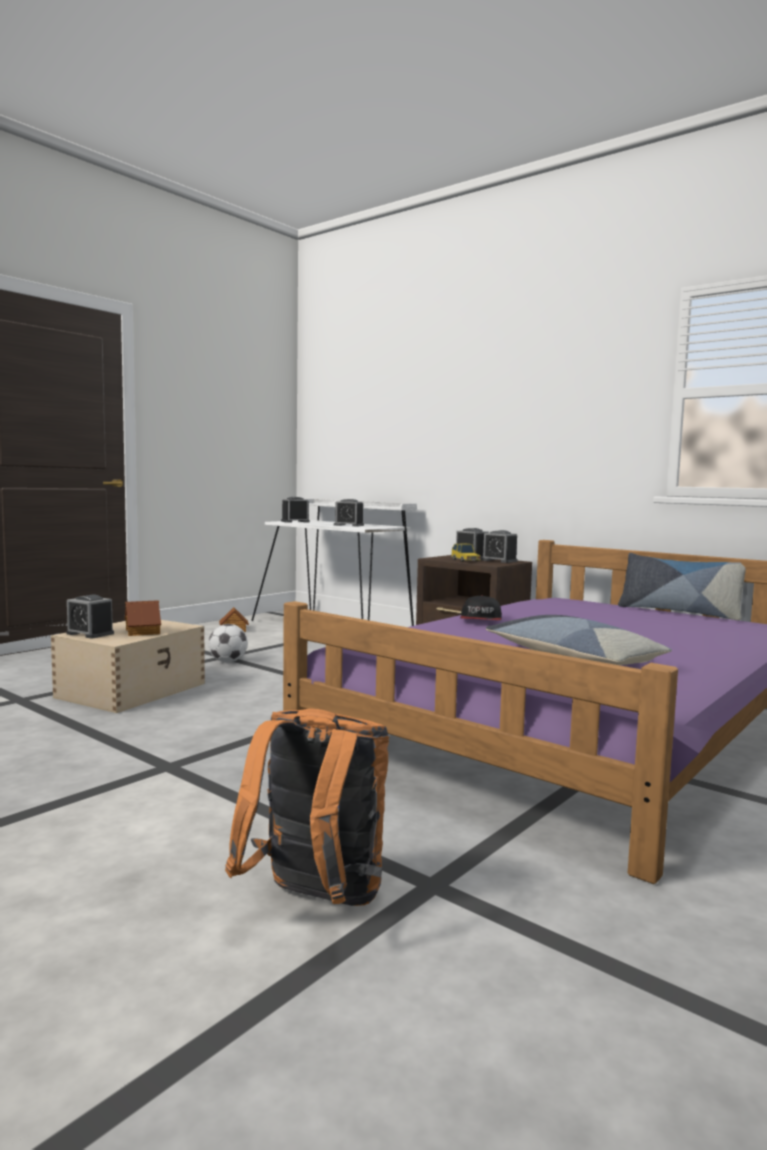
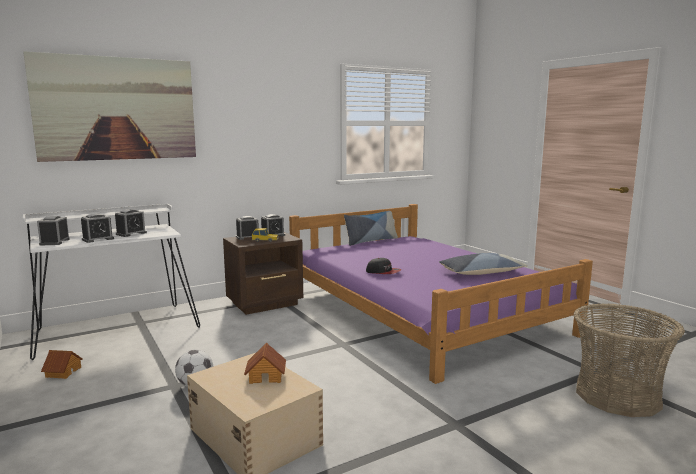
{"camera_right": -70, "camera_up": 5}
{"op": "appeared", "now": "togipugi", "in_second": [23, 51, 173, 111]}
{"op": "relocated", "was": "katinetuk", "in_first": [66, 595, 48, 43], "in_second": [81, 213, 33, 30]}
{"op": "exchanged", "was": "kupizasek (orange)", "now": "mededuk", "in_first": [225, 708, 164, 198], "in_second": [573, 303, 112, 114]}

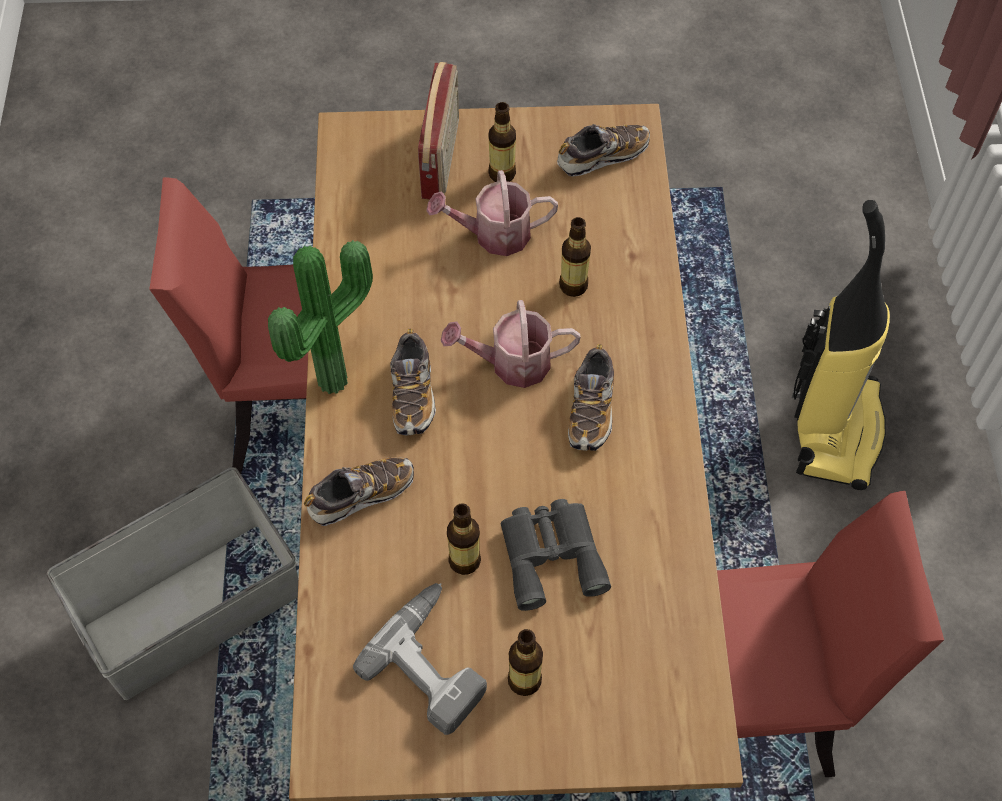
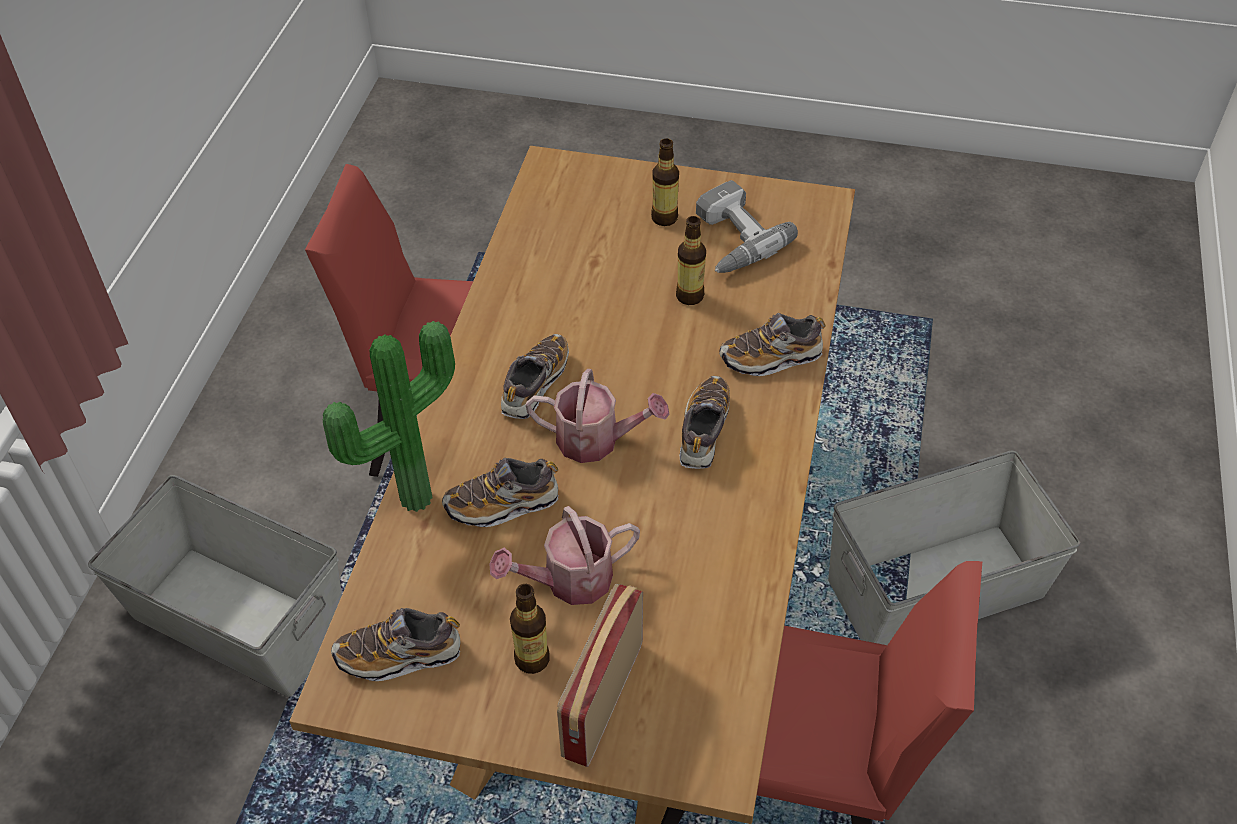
{"camera_right": -165, "camera_up": -10}
{"op": "missing", "was": "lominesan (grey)", "in_first": [501, 499, 110, 112]}
{"op": "relocated", "was": "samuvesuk", "in_first": [268, 240, 105, 154], "in_second": [323, 321, 132, 191]}
{"op": "exchanged", "was": "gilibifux", "now": "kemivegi", "in_first": [559, 217, 32, 80], "in_second": [442, 458, 116, 69]}
{"op": "exchanged", "was": "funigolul", "now": "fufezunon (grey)", "in_first": [792, 200, 98, 290], "in_second": [88, 475, 254, 222]}
{"op": "spun", "was": "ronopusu", "in_first": [426, 170, 132, 86], "in_second": [489, 506, 151, 99], "clockwise": 150}

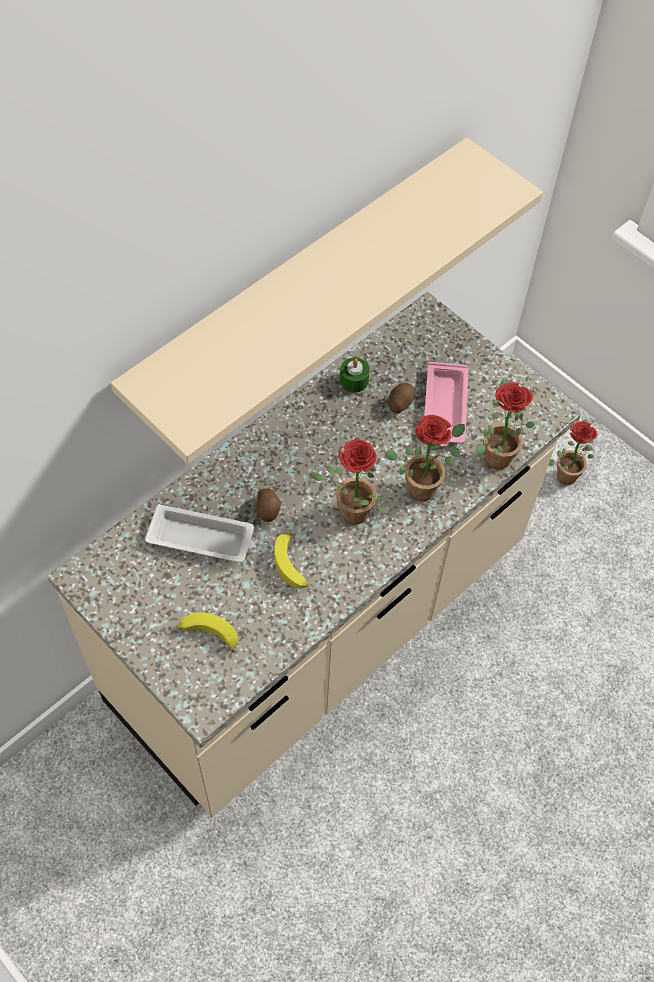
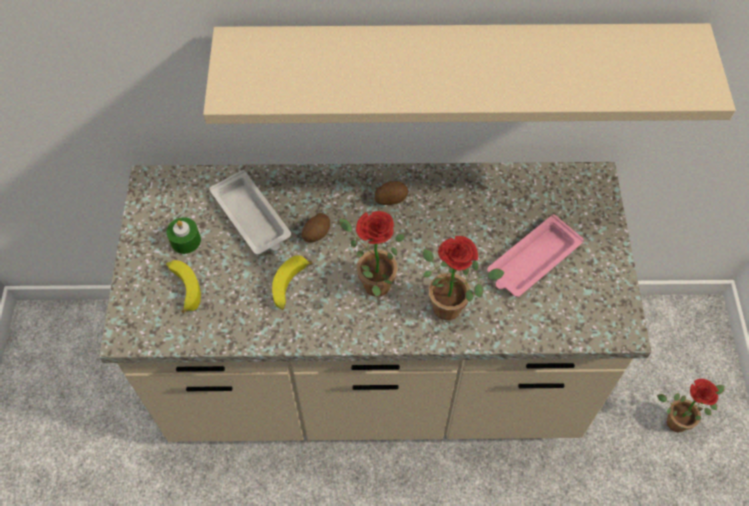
{"camera_right": 45, "camera_up": 0}
{"op": "missing", "was": "samuvesuk", "in_first": [475, 379, 60, 90]}
{"op": "relocated", "was": "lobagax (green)", "in_first": [340, 358, 30, 35], "in_second": [166, 217, 35, 37]}
{"op": "relocated", "was": "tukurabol", "in_first": [388, 383, 27, 30], "in_second": [374, 181, 35, 24]}

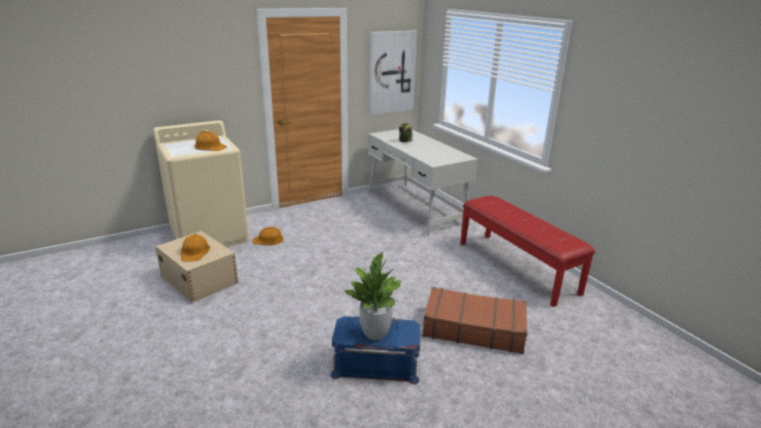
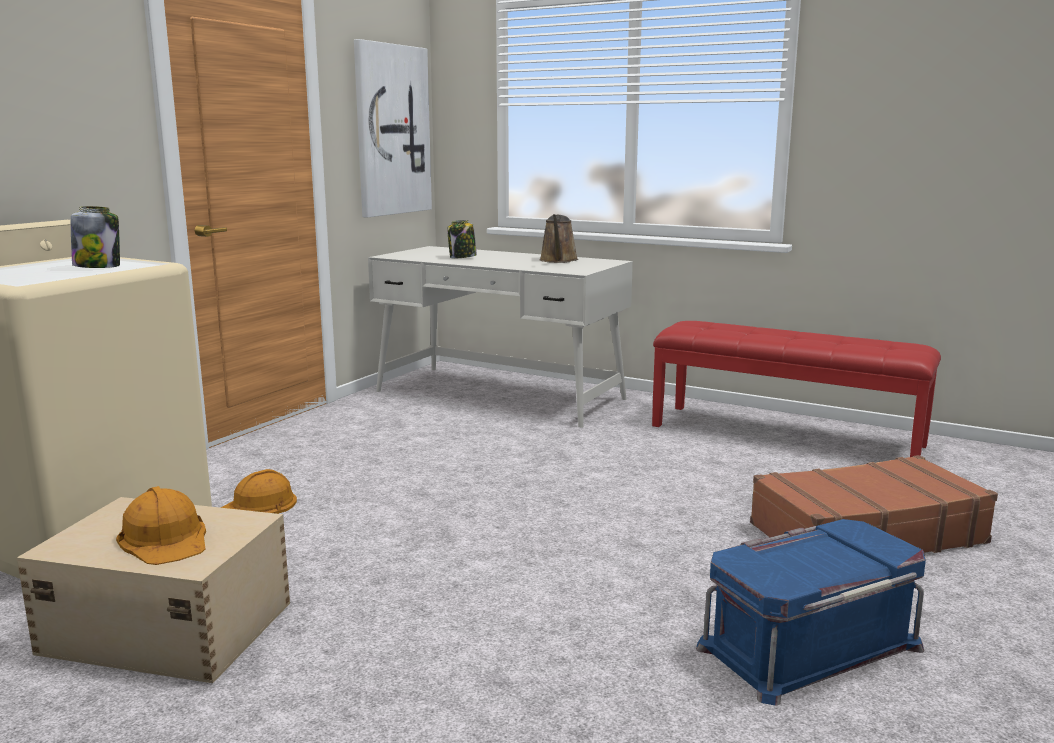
{"camera_right": -30, "camera_up": -10}
{"op": "missing", "was": "samuvesuk", "in_first": [344, 252, 59, 88]}
{"op": "appeared", "now": "ronopusu (brown)", "in_second": [539, 214, 39, 49]}
{"op": "exchanged", "was": "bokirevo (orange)", "now": "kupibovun", "in_first": [194, 131, 33, 20], "in_second": [71, 206, 49, 62]}

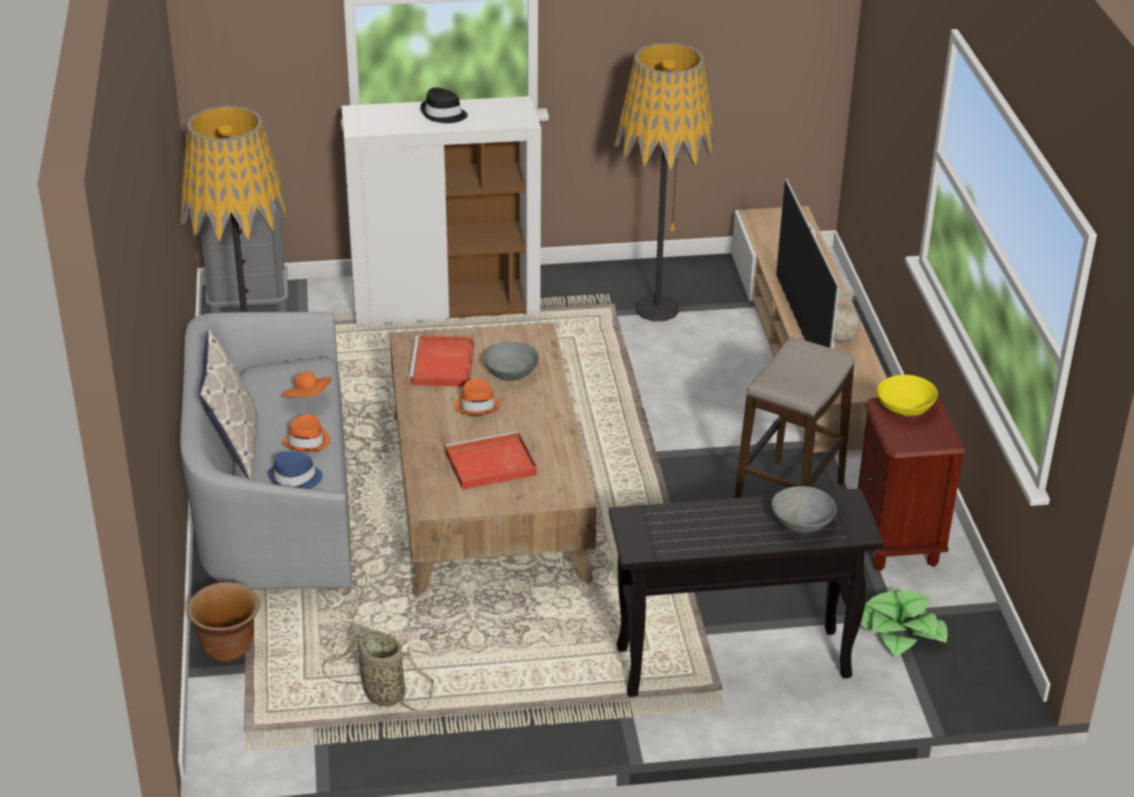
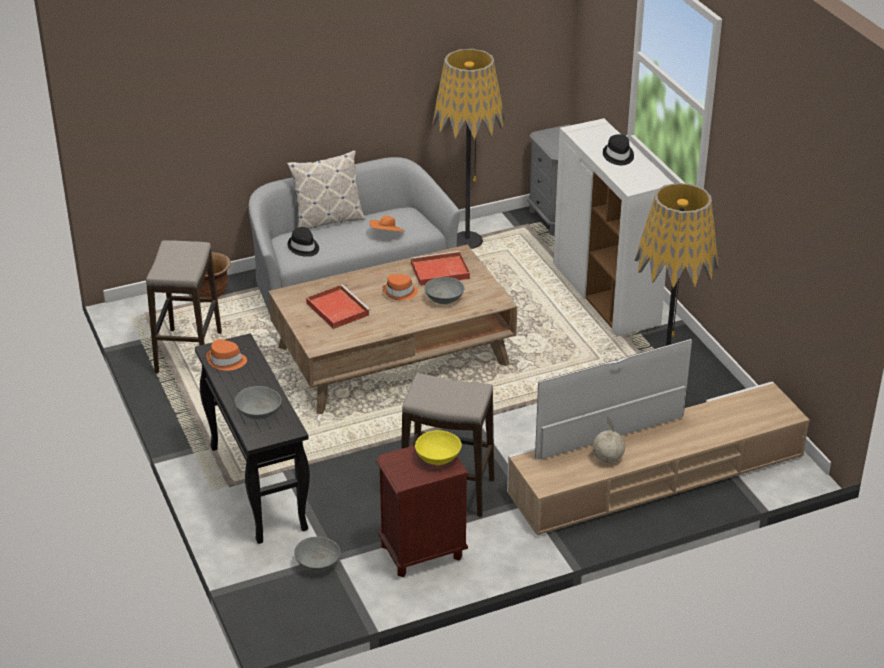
{"camera_right": 75, "camera_up": 0}
{"op": "relocated", "was": "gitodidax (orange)", "in_first": [283, 414, 47, 38], "in_second": [206, 339, 41, 32]}
{"op": "exchanged", "was": "mededuk", "now": "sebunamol", "in_first": [322, 630, 112, 81], "in_second": [146, 240, 76, 133]}
{"op": "exchanged", "was": "samuvesuk", "now": "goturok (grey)", "in_first": [861, 589, 87, 68], "in_second": [294, 536, 47, 36]}
{"op": "colour", "was": "gitodidax (blue)", "now": "gitodidax (black)", "in_first": [268, 451, 55, 38], "in_second": [288, 227, 31, 30]}

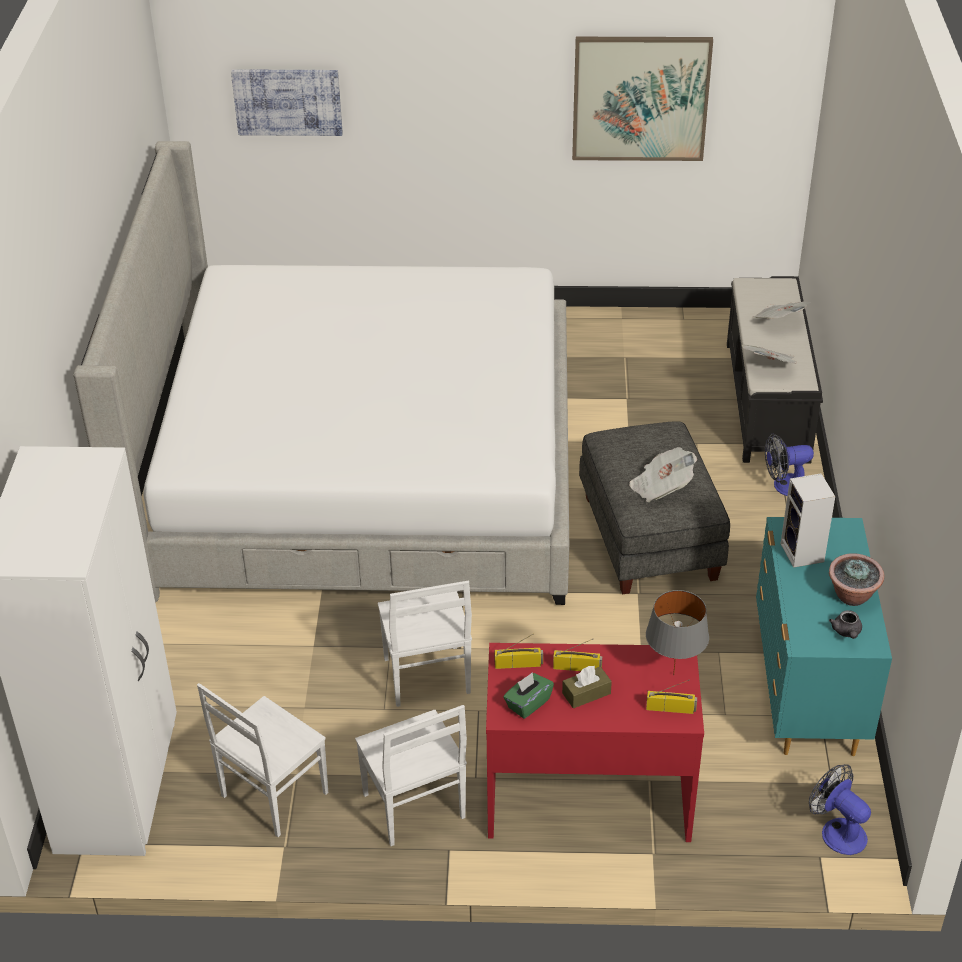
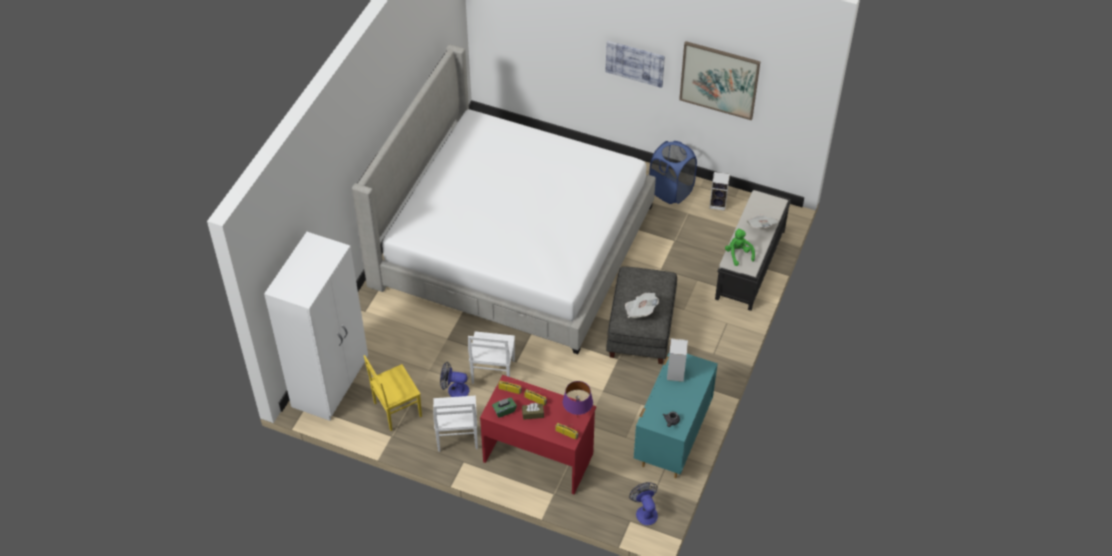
{"camera_right": 20, "camera_up": 10}
{"op": "missing", "was": "samuvesuk", "in_first": [829, 553, 55, 53]}
{"op": "appeared", "now": "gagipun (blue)", "in_second": [649, 141, 48, 63]}
{"op": "appeared", "now": "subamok", "in_second": [709, 172, 21, 39]}
{"op": "relocated", "was": "togipugi", "in_first": [231, 69, 112, 67], "in_second": [606, 41, 59, 47]}
{"op": "relocated", "was": "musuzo", "in_first": [765, 434, 49, 62], "in_second": [440, 362, 29, 35]}
{"op": "exchanged", "was": "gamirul", "now": "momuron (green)", "in_first": [742, 345, 54, 19], "in_second": [725, 228, 30, 38]}
{"op": "colour", "was": "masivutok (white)", "now": "masivutok (yellow)", "in_first": [197, 683, 131, 154], "in_second": [364, 355, 58, 76]}
{"op": "colour", "was": "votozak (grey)", "now": "votozak (purple)", "in_first": [646, 590, 63, 85], "in_second": [563, 381, 30, 37]}

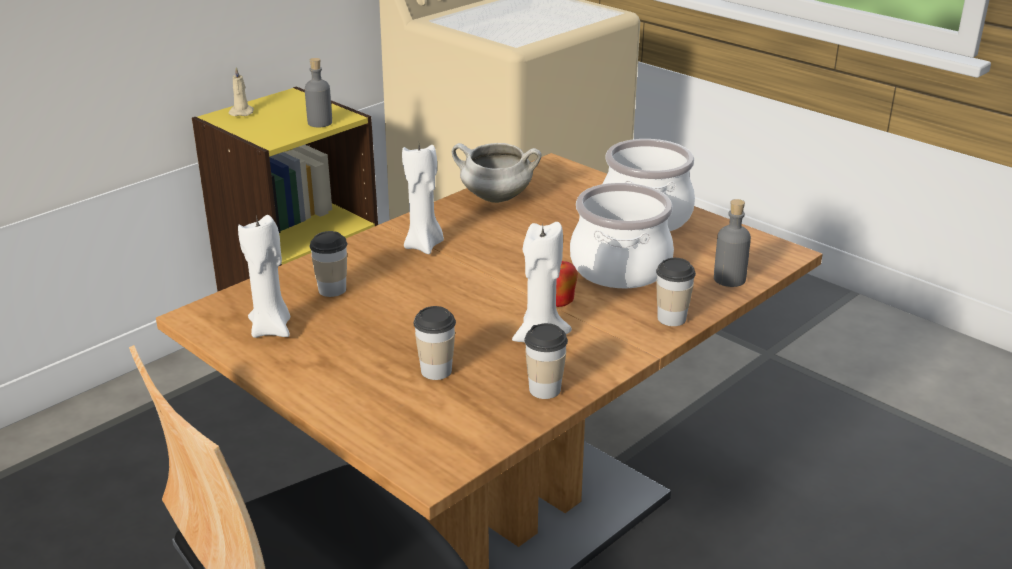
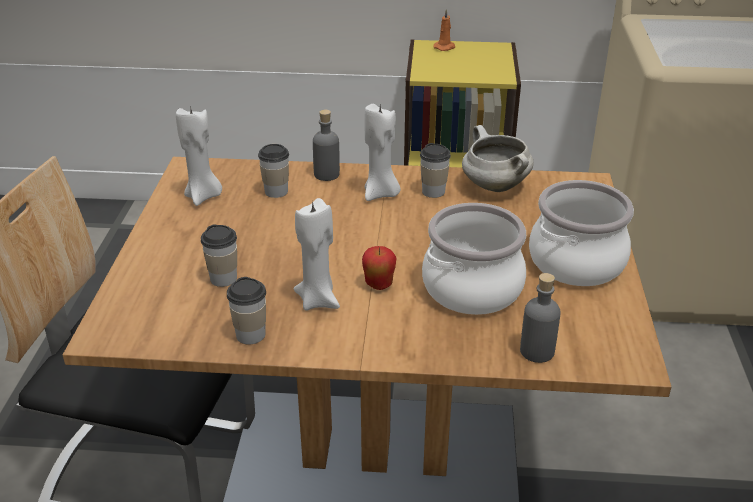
{"camera_right": 50, "camera_up": 5}
{"op": "relocated", "was": "gilibifux (grey)", "in_first": [305, 58, 27, 69], "in_second": [313, 110, 27, 71]}
{"op": "relocated", "was": "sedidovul", "in_first": [656, 258, 40, 68], "in_second": [420, 143, 31, 55]}
{"op": "colour", "was": "lobagax (beige)", "now": "lobagax (orange)", "in_first": [229, 67, 25, 49], "in_second": [433, 9, 22, 42]}

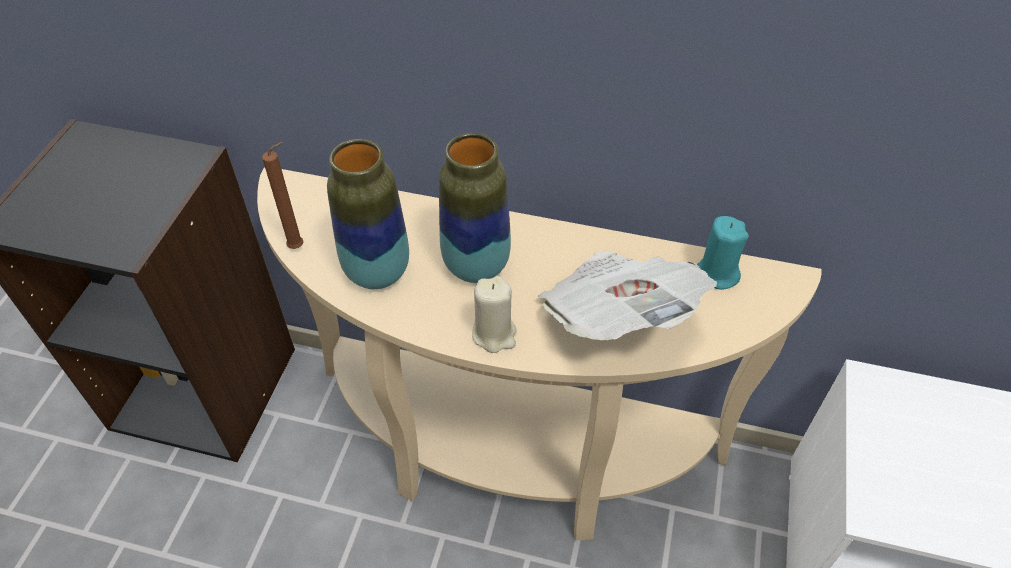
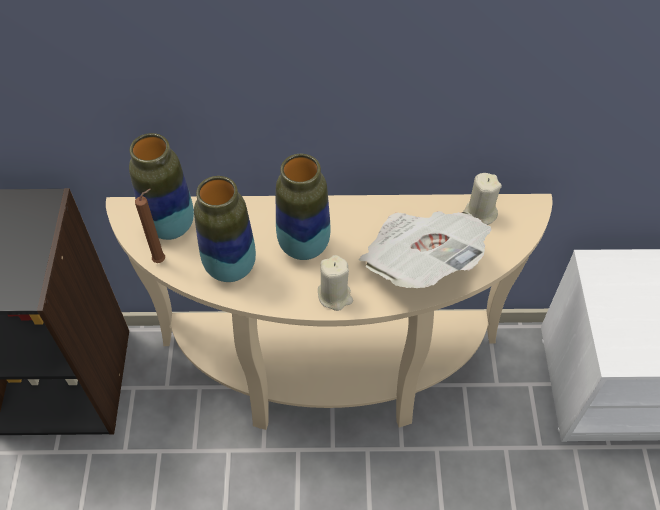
{"camera_right": -15, "camera_up": 5}
{"op": "appeared", "now": "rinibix", "in_second": [129, 133, 65, 107]}
{"op": "colour", "was": "lobagax (turquoise)", "now": "lobagax (beige)", "in_first": [697, 216, 52, 74], "in_second": [463, 173, 39, 52]}

